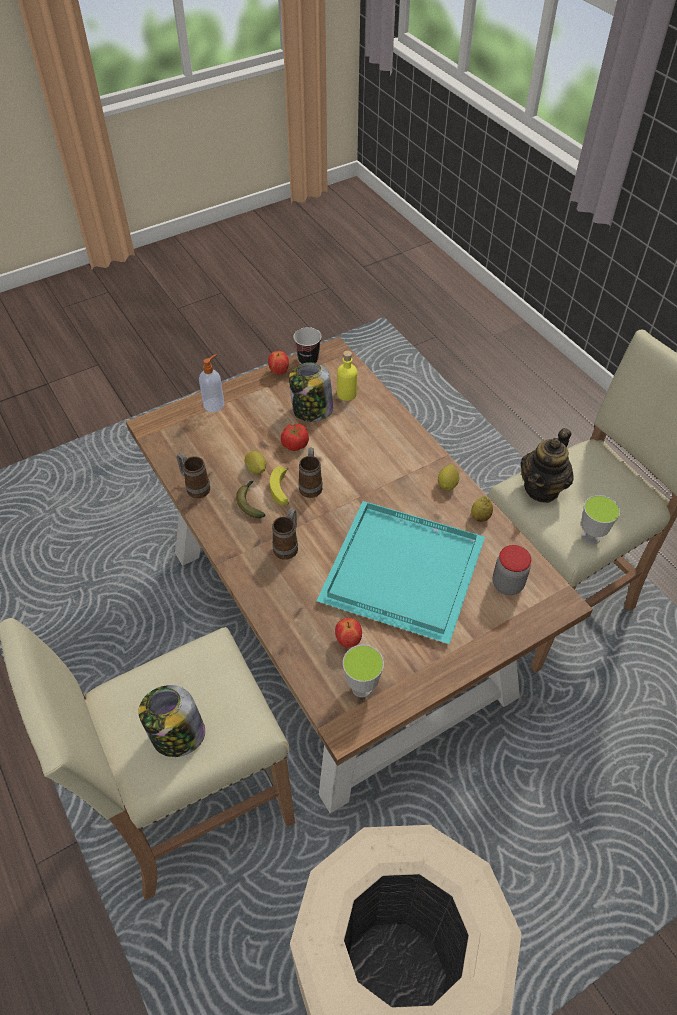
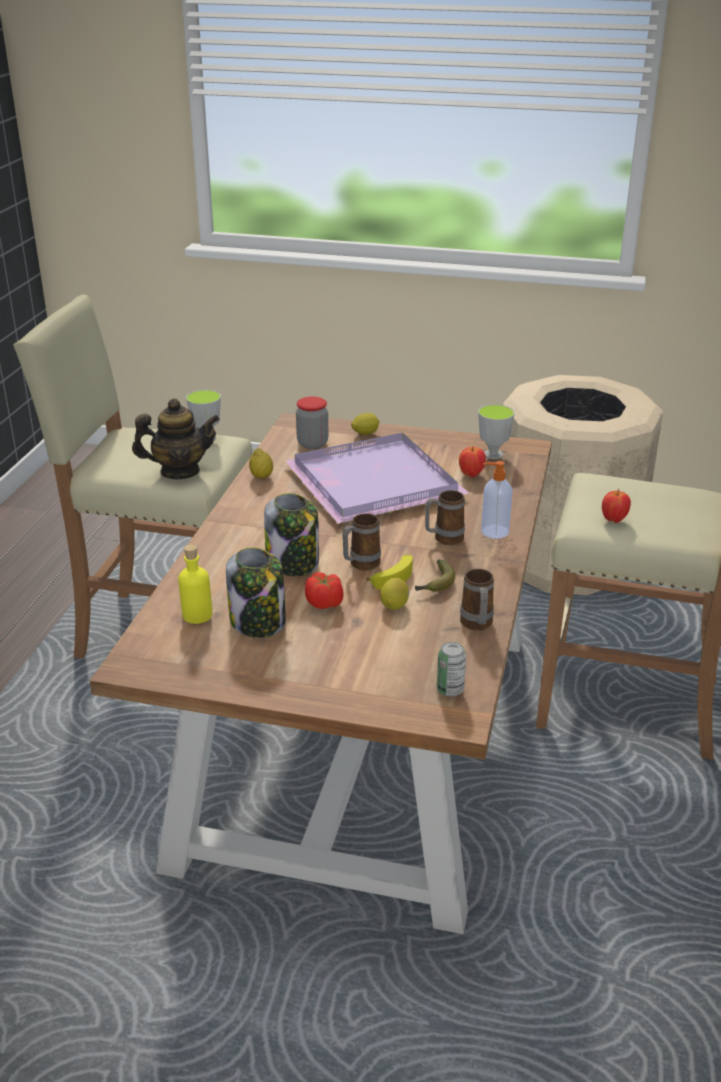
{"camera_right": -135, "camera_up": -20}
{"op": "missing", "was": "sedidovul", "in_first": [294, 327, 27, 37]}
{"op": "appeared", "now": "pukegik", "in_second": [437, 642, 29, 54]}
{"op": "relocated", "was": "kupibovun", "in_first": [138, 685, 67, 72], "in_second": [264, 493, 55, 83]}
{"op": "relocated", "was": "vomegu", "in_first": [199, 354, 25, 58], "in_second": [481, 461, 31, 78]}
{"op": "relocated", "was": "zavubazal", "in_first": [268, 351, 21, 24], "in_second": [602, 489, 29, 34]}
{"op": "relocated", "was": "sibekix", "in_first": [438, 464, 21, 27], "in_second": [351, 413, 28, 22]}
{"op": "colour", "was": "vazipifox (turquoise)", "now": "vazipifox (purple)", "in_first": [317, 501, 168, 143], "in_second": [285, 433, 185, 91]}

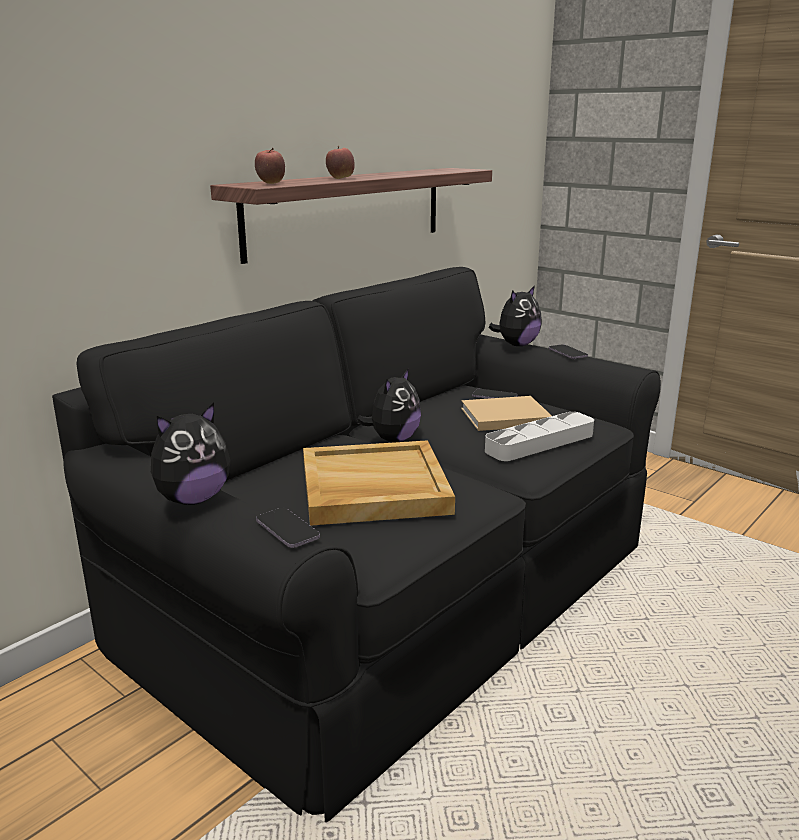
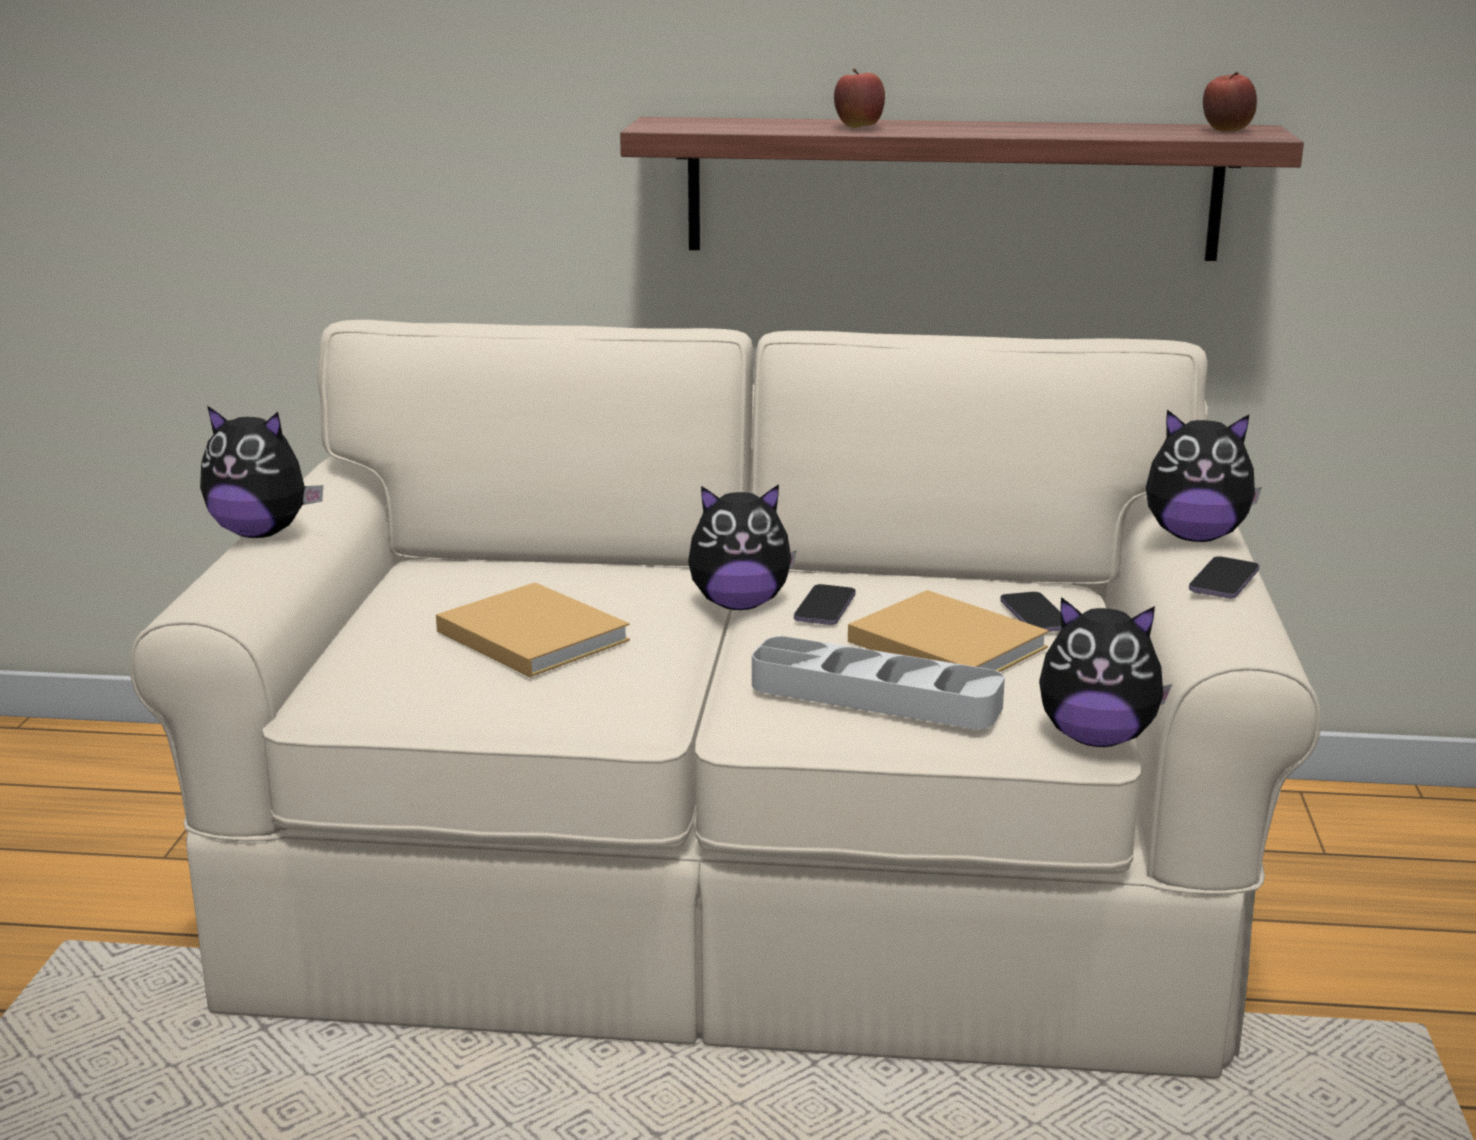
{"camera_right": 55, "camera_up": 0}
{"op": "appeared", "now": "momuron", "in_second": [1039, 597, 133, 150]}
{"op": "relocated", "was": "zavubazal", "in_first": [255, 148, 30, 36], "in_second": [1203, 71, 54, 61]}
{"op": "relocated", "was": "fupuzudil", "in_first": [256, 508, 64, 40], "in_second": [794, 584, 62, 41]}
{"op": "exchanged", "was": "vazipifox (beige)", "now": "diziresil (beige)", "in_first": [303, 440, 152, 86], "in_second": [436, 583, 194, 94]}
{"op": "colour", "was": "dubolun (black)", "now": "dubolun (beige)", "in_first": [52, 267, 609, 555], "in_second": [130, 320, 1191, 759]}

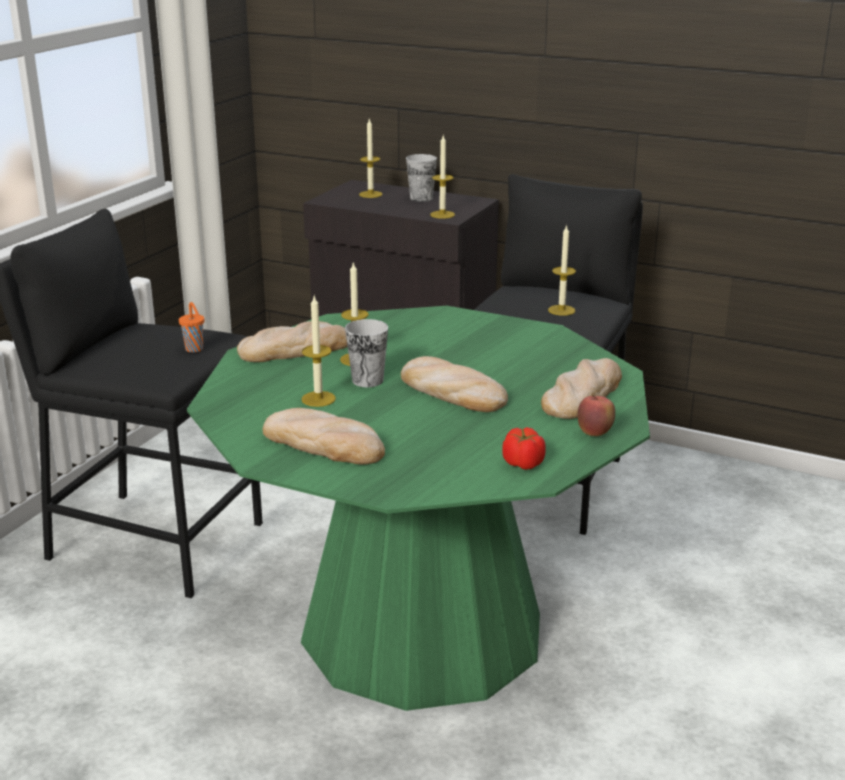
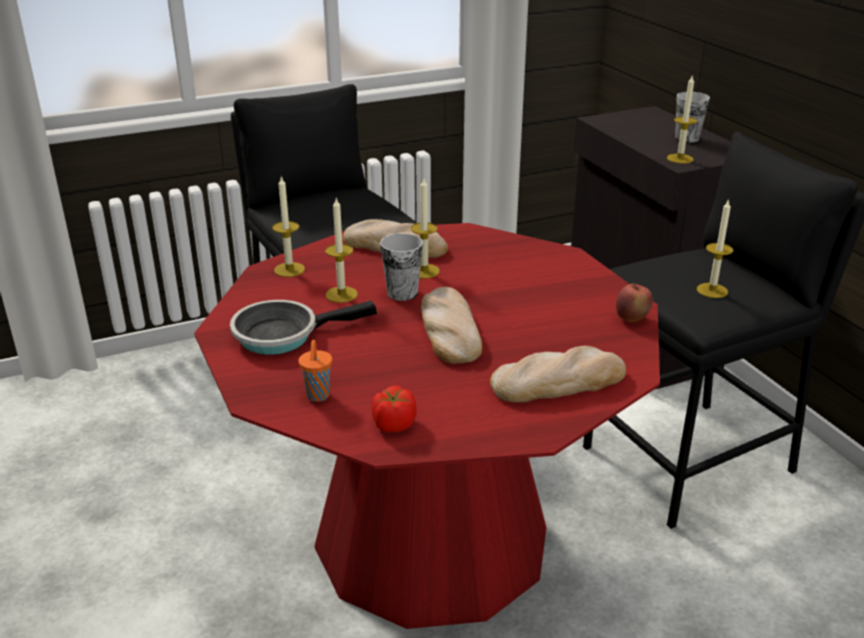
{"camera_right": 40, "camera_up": 5}
{"op": "relocated", "was": "sedidovul (orange)", "in_first": [179, 302, 25, 51], "in_second": [298, 340, 34, 62]}
{"op": "relocated", "was": "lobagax", "in_first": [359, 119, 23, 79], "in_second": [272, 176, 33, 101]}
{"op": "relocated", "was": "zavubazal", "in_first": [578, 395, 37, 41], "in_second": [616, 283, 37, 39]}
{"op": "exchanged", "was": "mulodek", "now": "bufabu", "in_first": [263, 408, 122, 57], "in_second": [230, 300, 147, 55]}
{"op": "colour", "was": "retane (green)", "now": "retane (red)", "in_first": [187, 306, 463, 405], "in_second": [194, 223, 466, 406]}

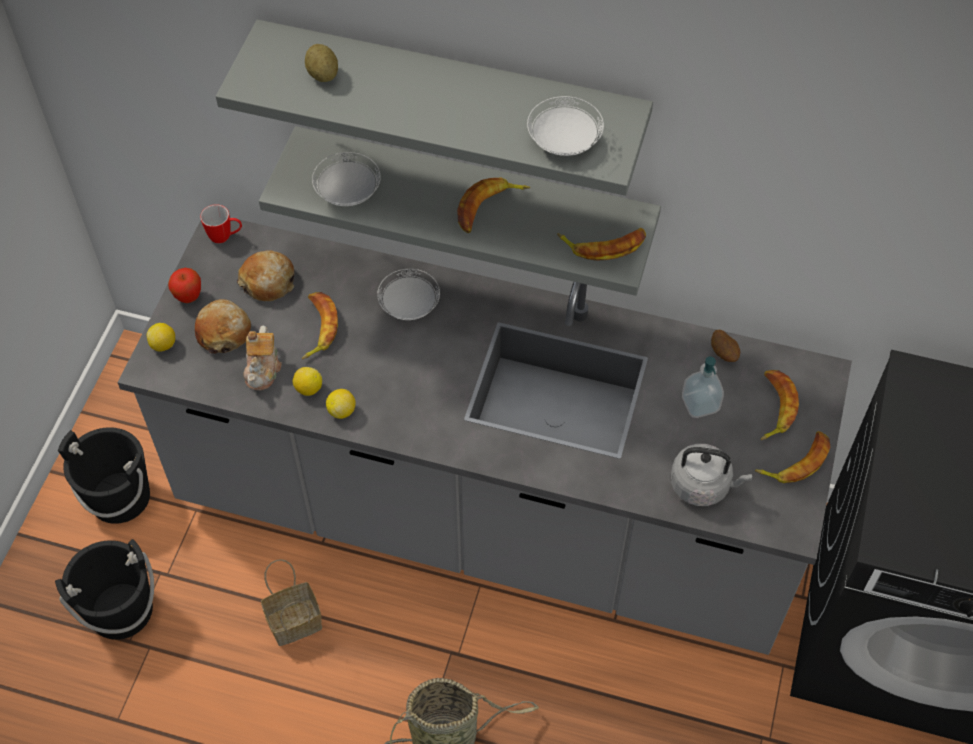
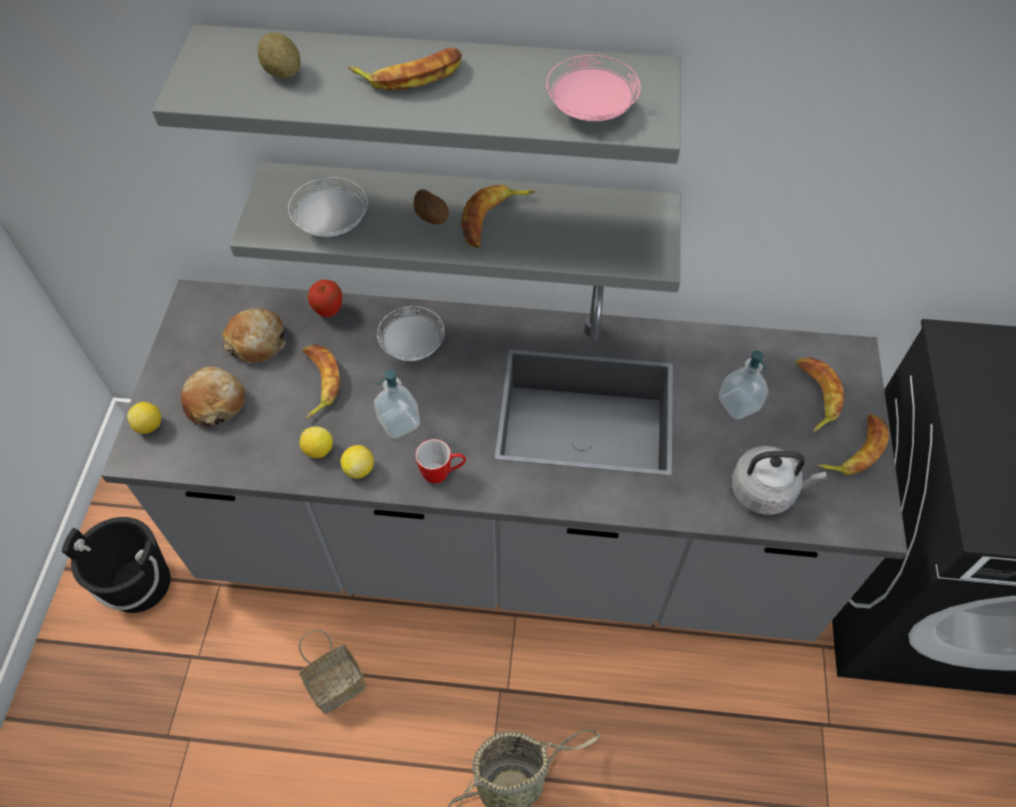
{"camera_right": -10, "camera_up": 0}
{"op": "missing", "was": "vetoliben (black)", "in_first": [55, 539, 99, 101]}
{"op": "missing", "was": "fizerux", "in_first": [244, 325, 38, 65]}
{"op": "appeared", "now": "vomegu", "in_second": [374, 370, 46, 69]}
{"op": "relocated", "was": "zavubazal", "in_first": [168, 268, 33, 35], "in_second": [307, 280, 35, 37]}
{"op": "relocated", "was": "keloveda", "in_first": [200, 204, 42, 39], "in_second": [416, 439, 50, 45]}
{"op": "relocated", "was": "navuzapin", "in_first": [557, 228, 89, 33], "in_second": [348, 48, 114, 42]}
{"op": "relocated", "was": "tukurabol", "in_first": [711, 330, 29, 32], "in_second": [414, 189, 35, 35]}
{"op": "colour", "was": "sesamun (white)", "now": "sesamun (pink)", "in_first": [527, 96, 77, 60], "in_second": [546, 55, 95, 66]}

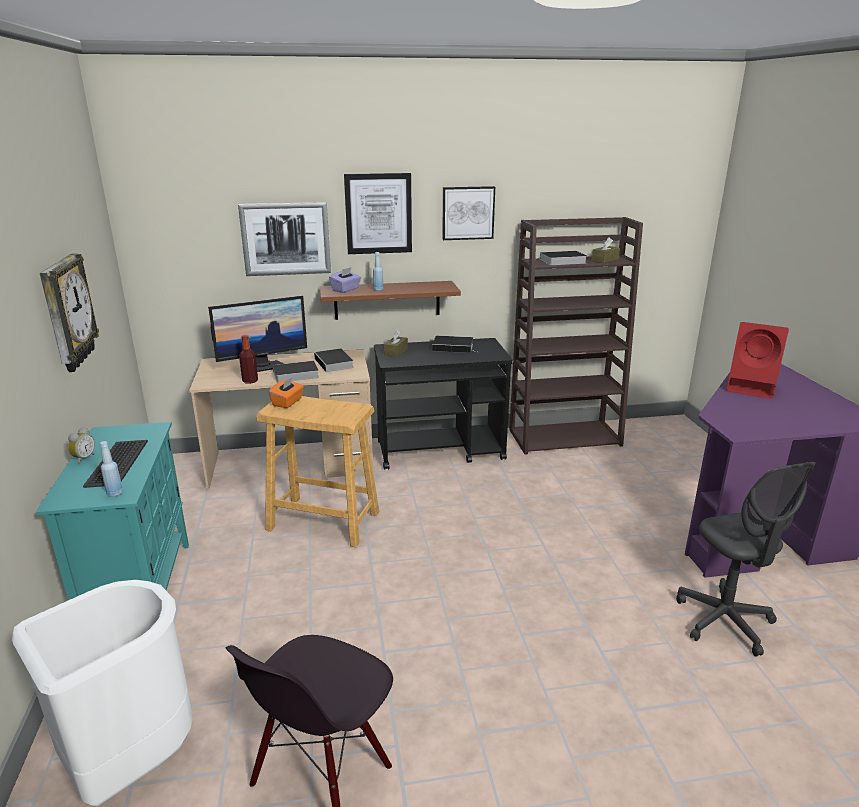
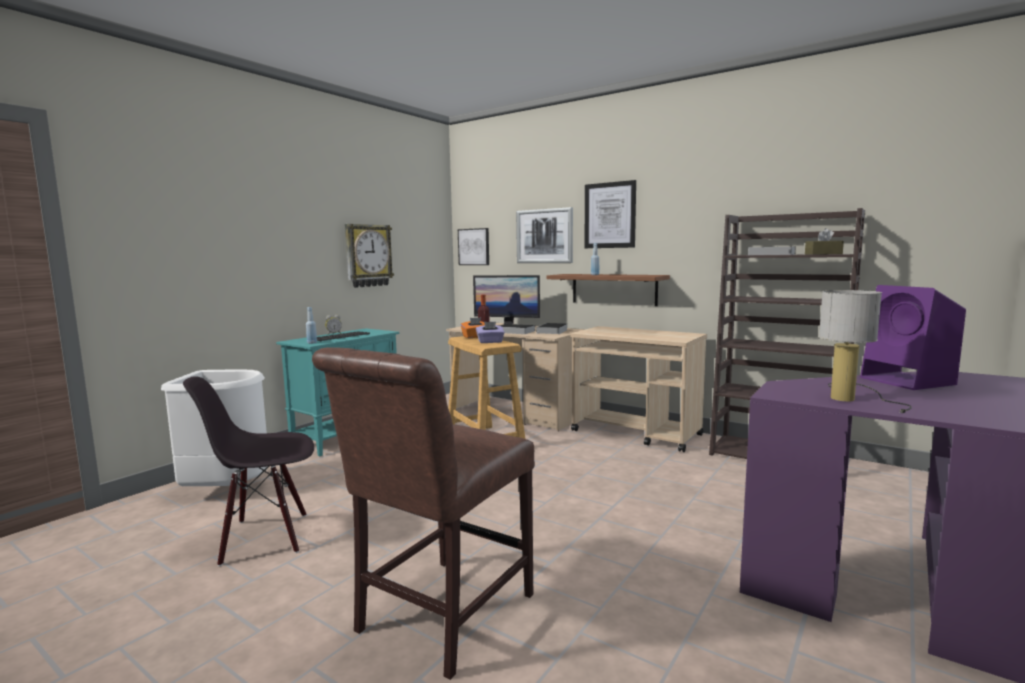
{"camera_right": 45, "camera_up": -15}
{"op": "missing", "was": "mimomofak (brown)", "in_first": [384, 330, 24, 27]}
{"op": "missing", "was": "diziresil", "in_first": [432, 336, 45, 17]}
{"op": "missing", "was": "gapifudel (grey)", "in_first": [676, 462, 139, 195]}
{"op": "appeared", "now": "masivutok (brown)", "in_second": [312, 347, 223, 333]}
{"op": "appeared", "now": "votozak", "in_second": [819, 290, 93, 123]}
{"op": "relocated", "was": "mimomofak (purple)", "in_first": [329, 267, 32, 26], "in_second": [476, 322, 28, 21]}
{"op": "relocated", "was": "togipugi", "in_first": [442, 186, 53, 54], "in_second": [458, 228, 31, 37]}
{"op": "colour", "was": "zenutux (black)", "now": "zenutux (beige)", "in_first": [374, 338, 139, 132], "in_second": [571, 326, 136, 126]}
{"op": "colour", "was": "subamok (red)", "now": "subamok (purple)", "in_first": [726, 322, 63, 77], "in_second": [860, 285, 106, 105]}

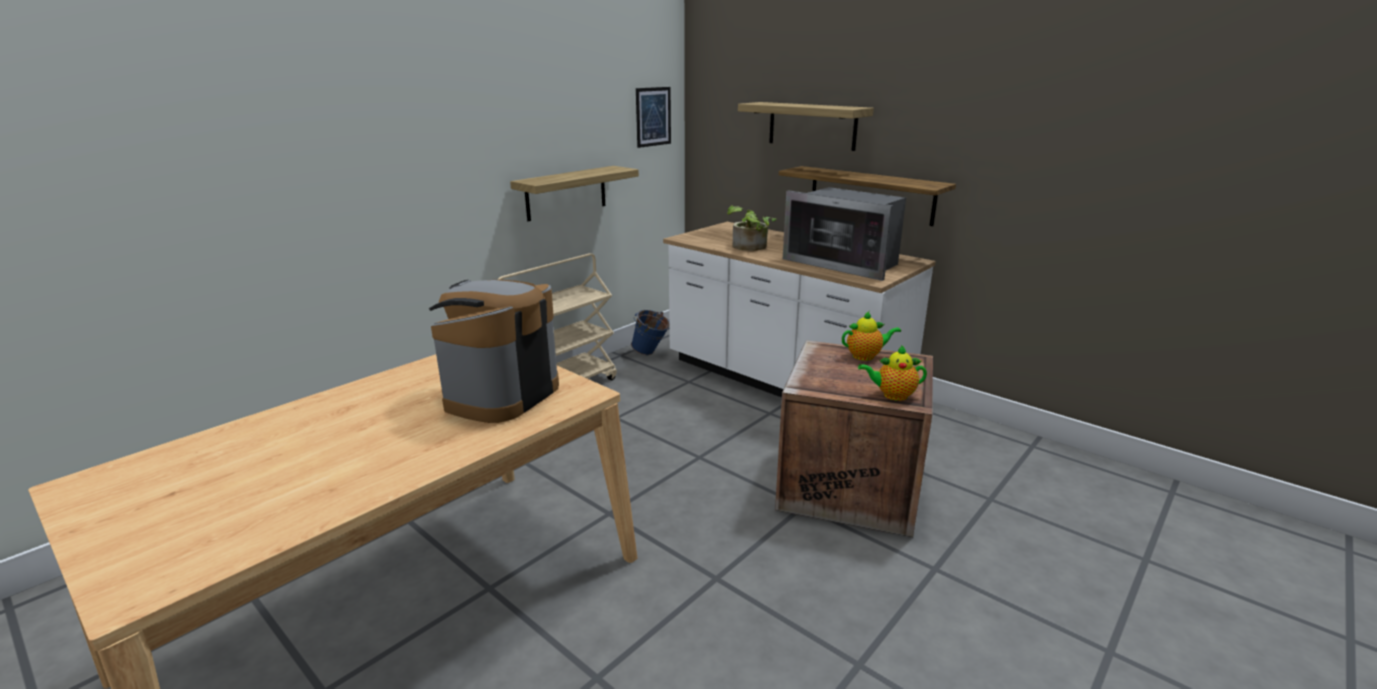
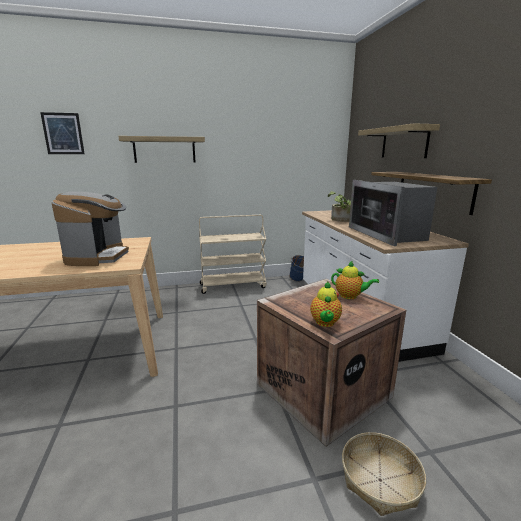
{"camera_right": 35, "camera_up": -5}
{"op": "appeared", "now": "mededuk", "in_second": [342, 432, 84, 84]}
{"op": "relocated", "was": "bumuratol", "in_first": [510, 166, 129, 55], "in_second": [118, 136, 87, 27]}
{"op": "relocated", "was": "togipugi", "in_first": [636, 87, 35, 61], "in_second": [40, 112, 45, 42]}
{"op": "spun", "was": "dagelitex", "in_first": [429, 280, 130, 143], "in_second": [51, 192, 78, 74], "clockwise": 120}
{"op": "spun", "was": "fizerux", "in_first": [858, 345, 69, 56], "in_second": [310, 282, 32, 45], "clockwise": -120}

